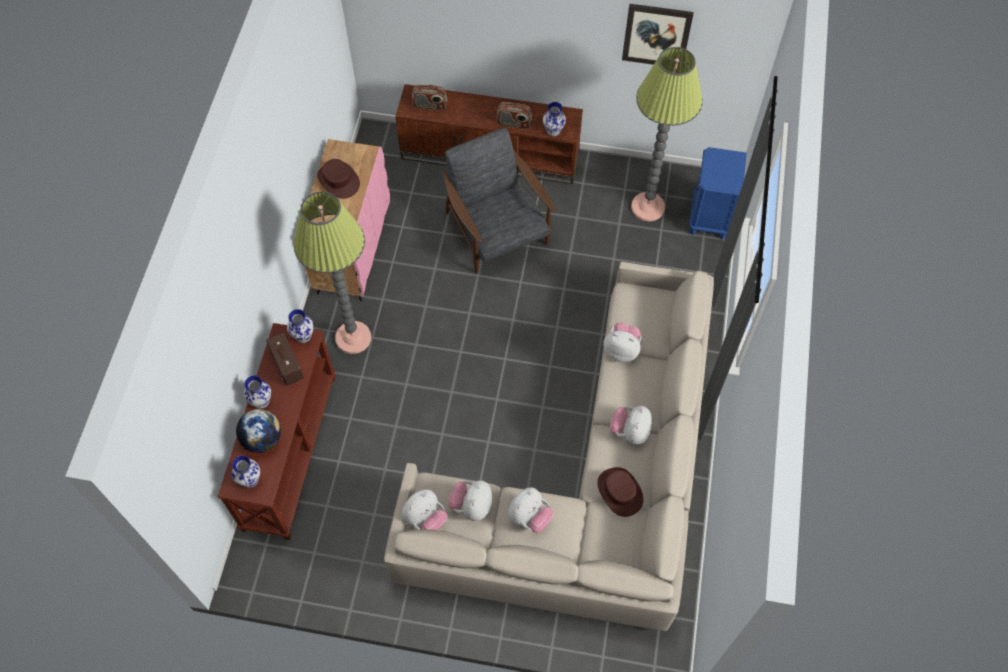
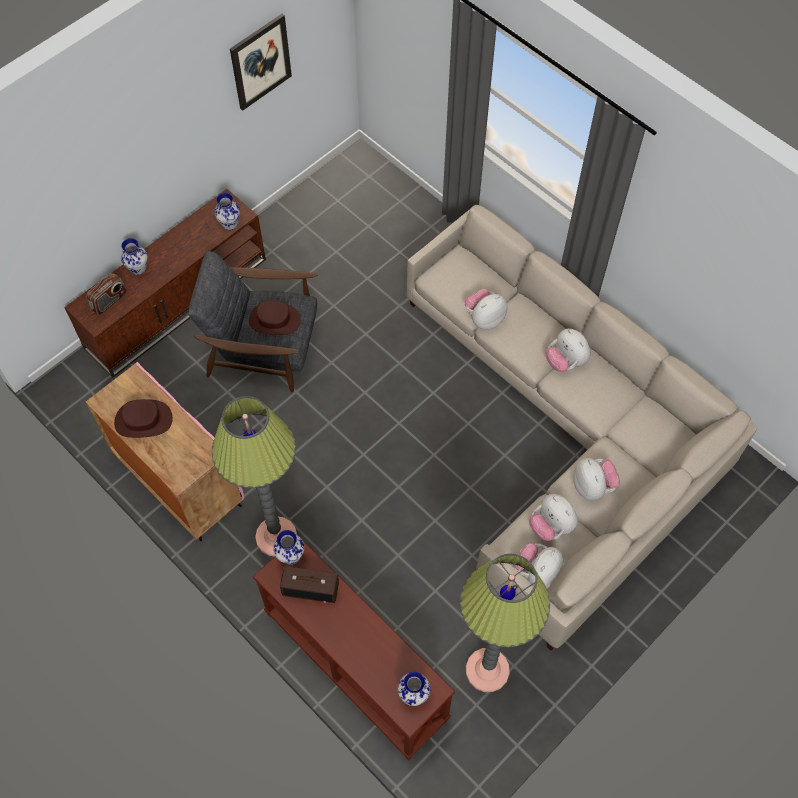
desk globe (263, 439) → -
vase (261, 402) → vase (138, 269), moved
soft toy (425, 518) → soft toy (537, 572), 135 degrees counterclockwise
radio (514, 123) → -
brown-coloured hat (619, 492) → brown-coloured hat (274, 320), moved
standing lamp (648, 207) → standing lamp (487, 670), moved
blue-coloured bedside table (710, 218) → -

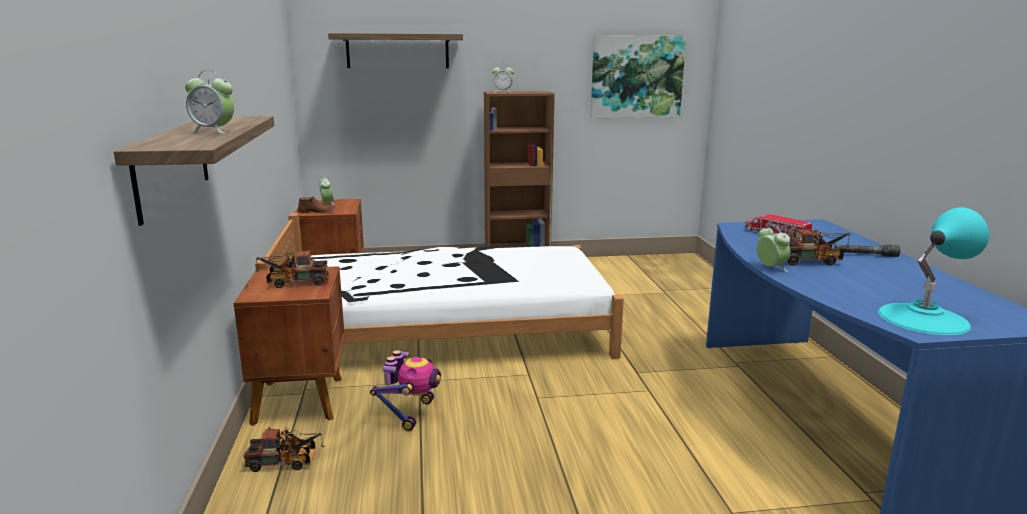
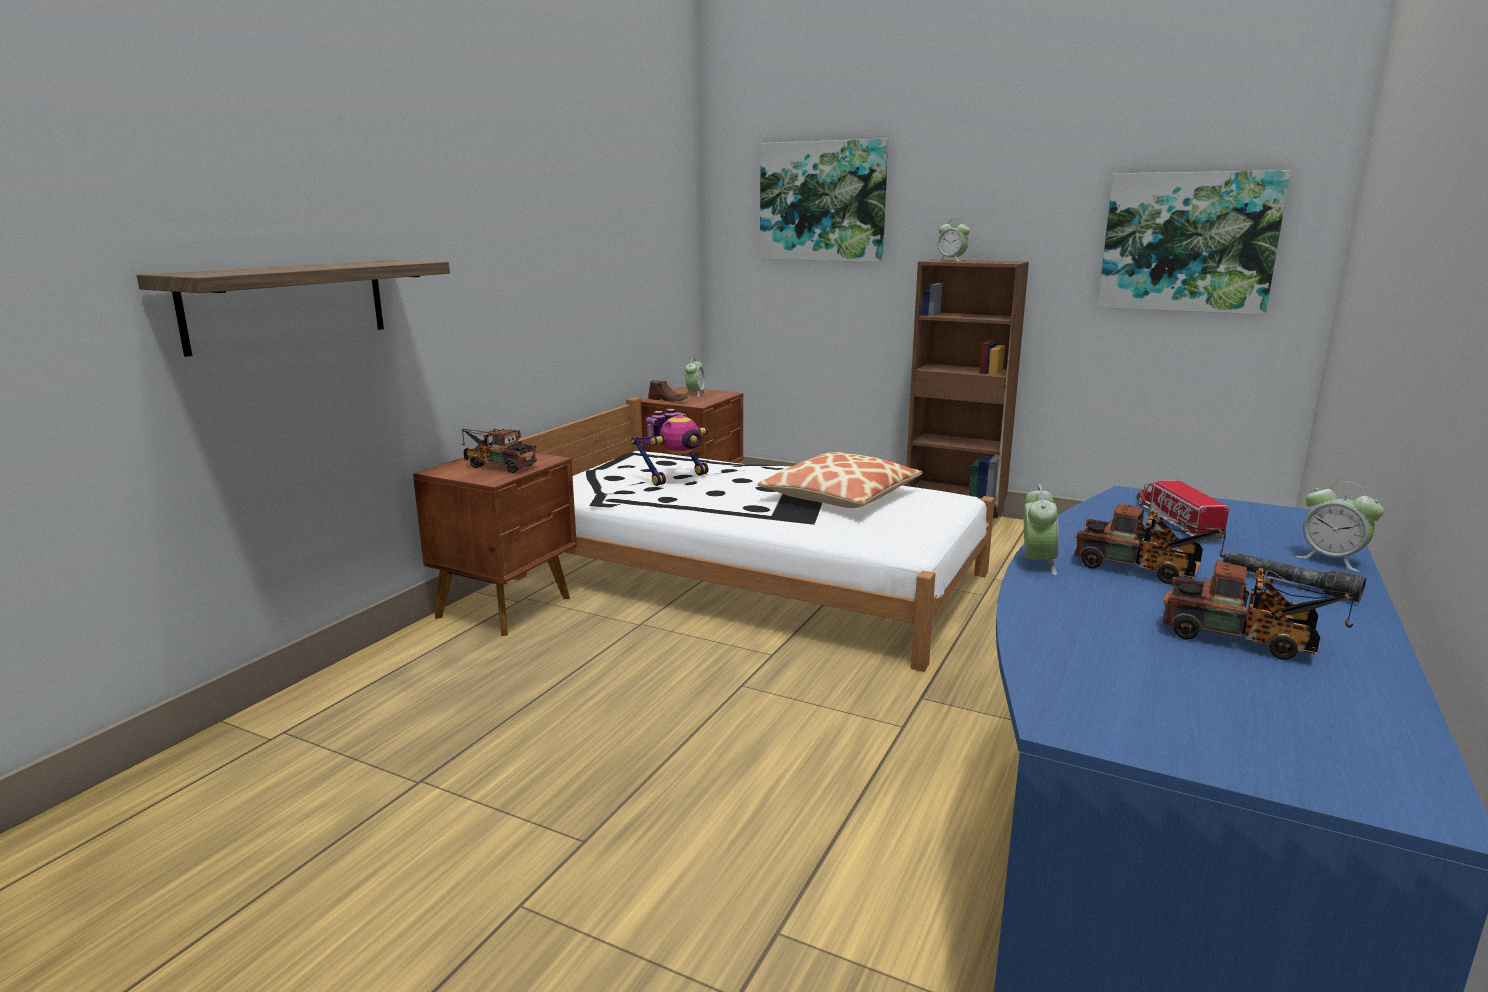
bedside clock (213, 131) → bedside clock (1331, 560), moved
model truck (286, 462) → model truck (1248, 640), moved
shelf (397, 51) → wall picture (822, 201)
toy robot (410, 413) → toy robot (675, 477), moved
turquoise table lamp (923, 318) → -
- → throw pillow (840, 496)

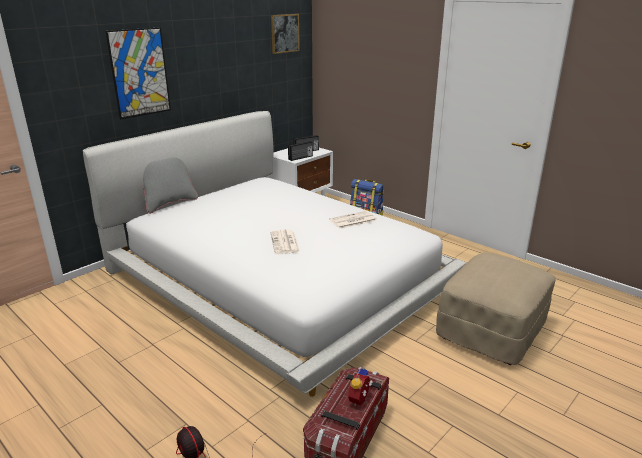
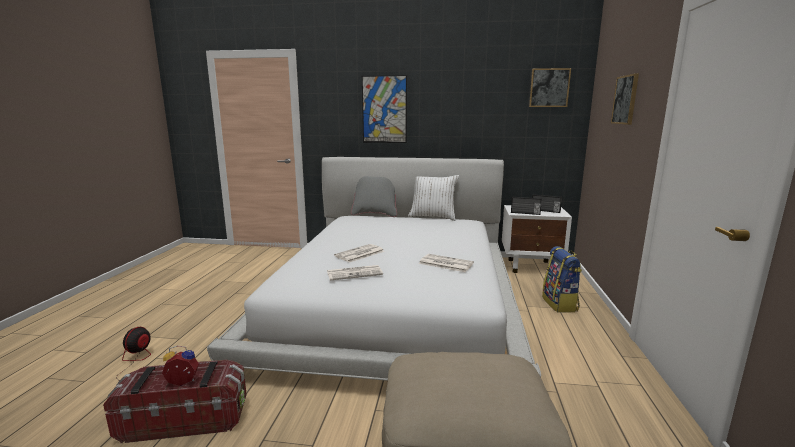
- → daily paper (355, 273)
- → white throw pillow (433, 217)
- → wall picture (625, 100)

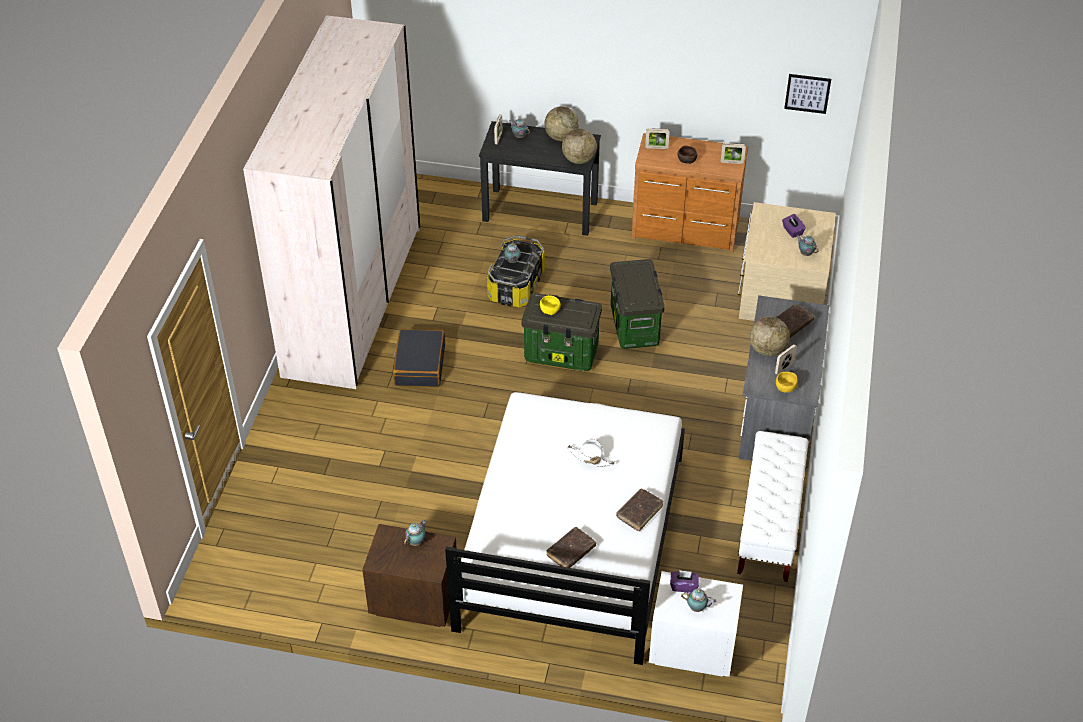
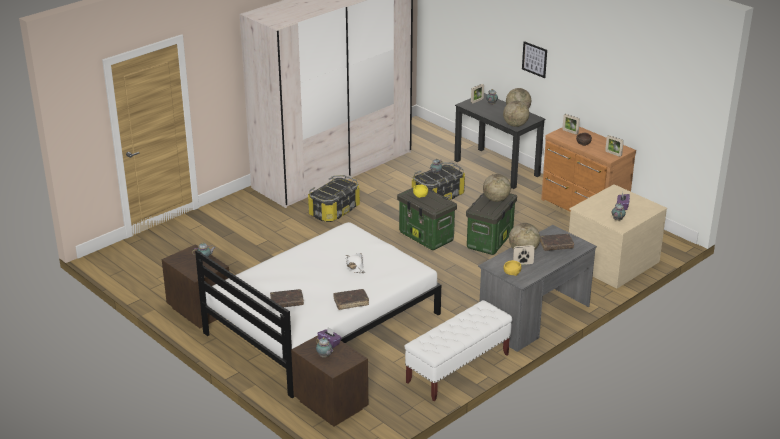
blackish suitcase (419, 365) → storage container (334, 211)
white bedside table (691, 649) → brown-coloured bedside table (331, 404)
wall picture (807, 93) → wall picture (534, 59), moved
- → desk globe (496, 199)

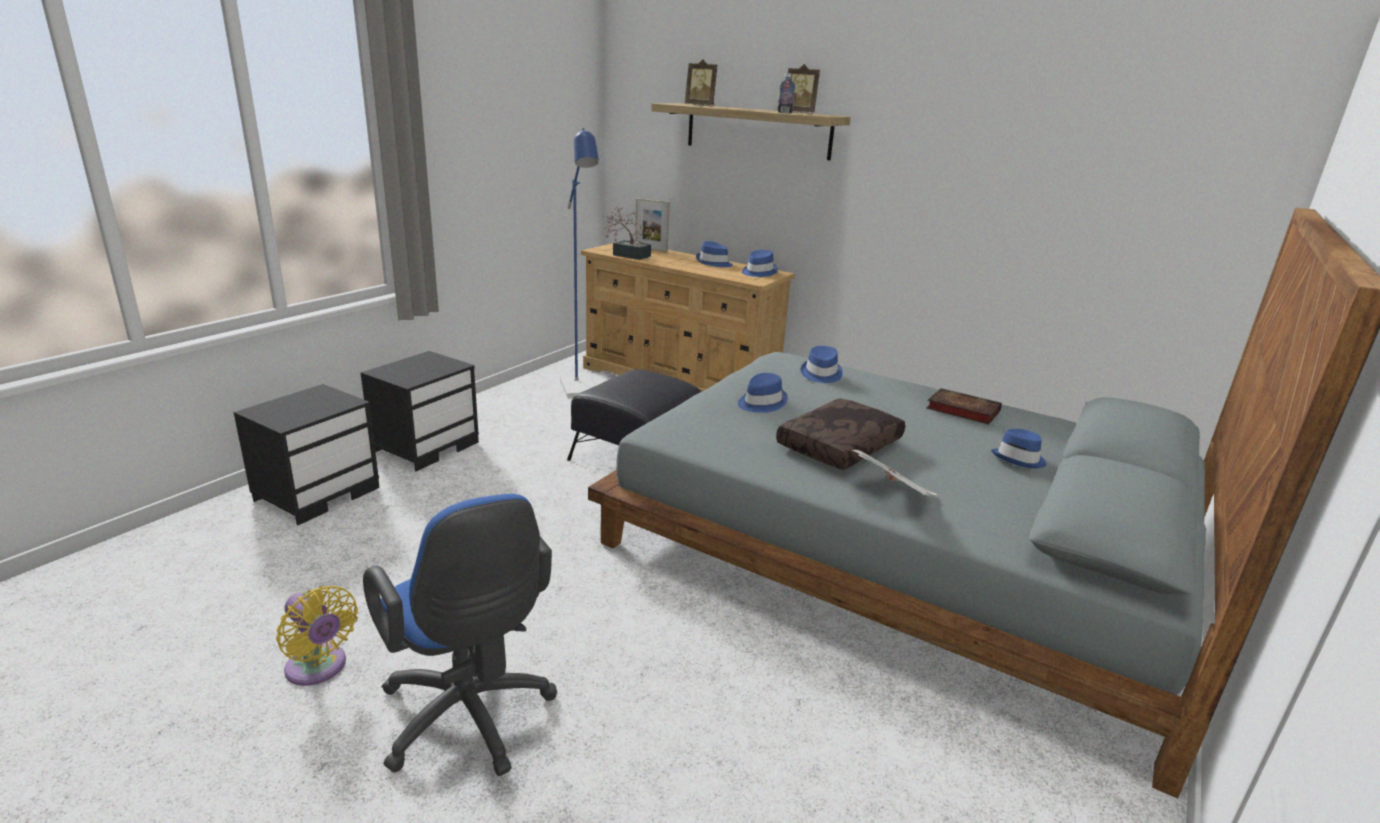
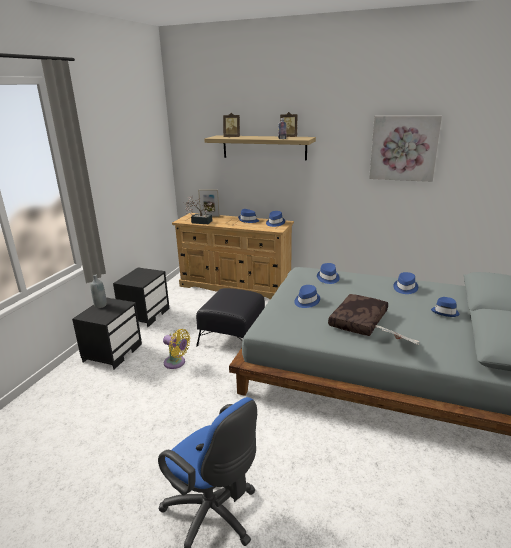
blackish bedside table (318, 493) → blackish bedside table (145, 314), moved
yellow-coloured fan (319, 668) → yellow-coloured fan (176, 363), moved
blue-coloured standing lamp (580, 391) → -
book (961, 410) → blue-coloured hat (405, 288)
- → grey bottle (100, 305)
- → wall picture (403, 148)

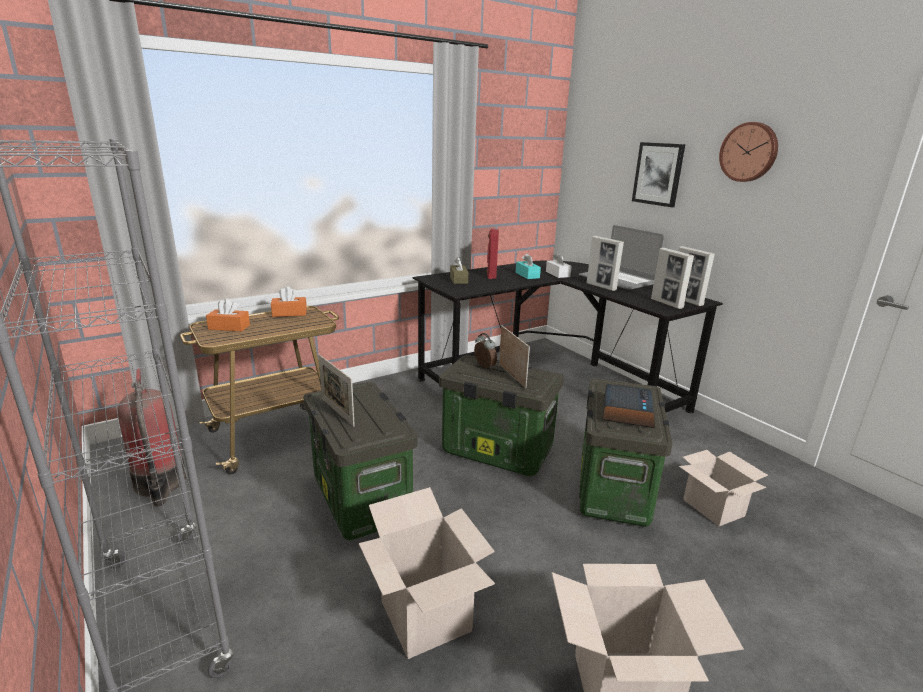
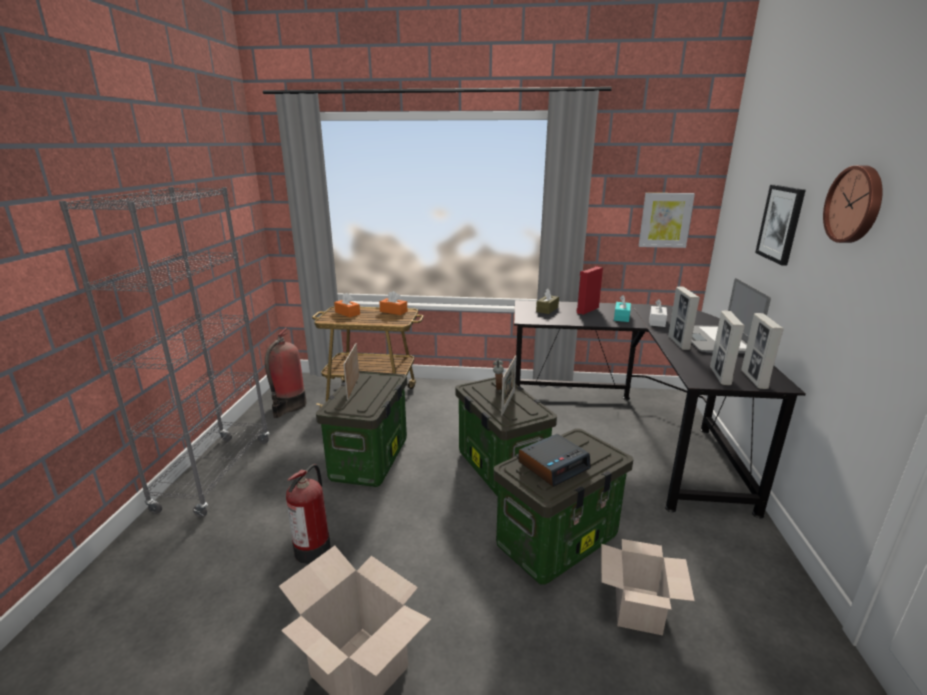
packing box (425, 616) → fire extinguisher (313, 548)
- → wall picture (665, 220)

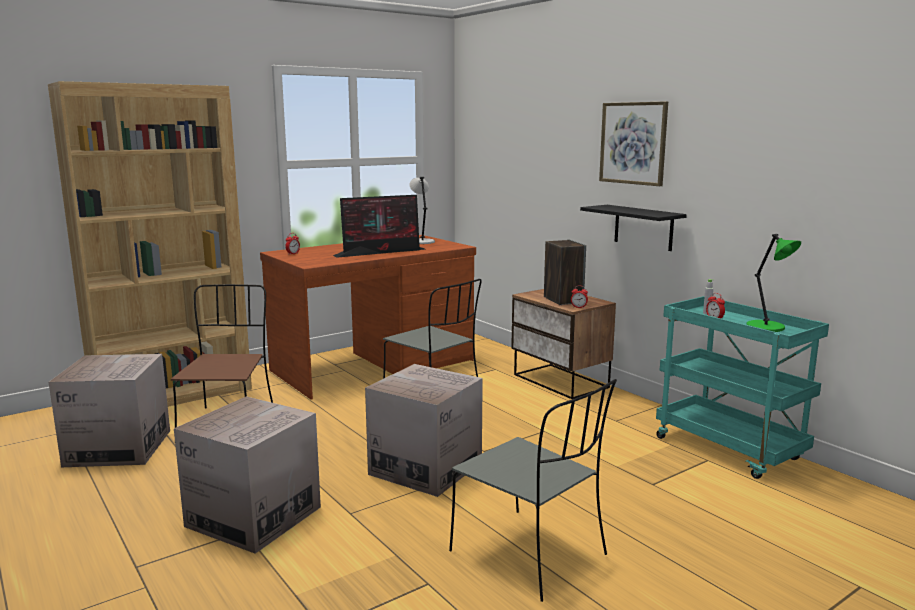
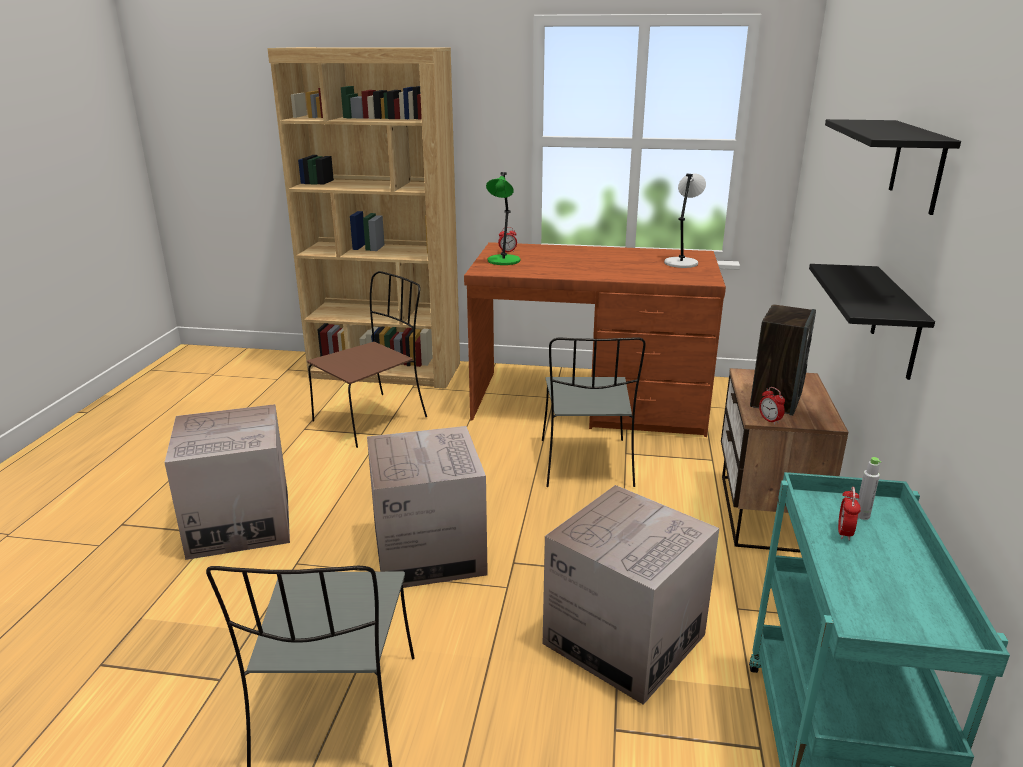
packing box (118, 448) → packing box (624, 639), moved
monitor (382, 252) → -
wall picture (633, 143) → blackish shelf (917, 166)
greenish table lamp (767, 327) → greenish table lamp (503, 261), moved

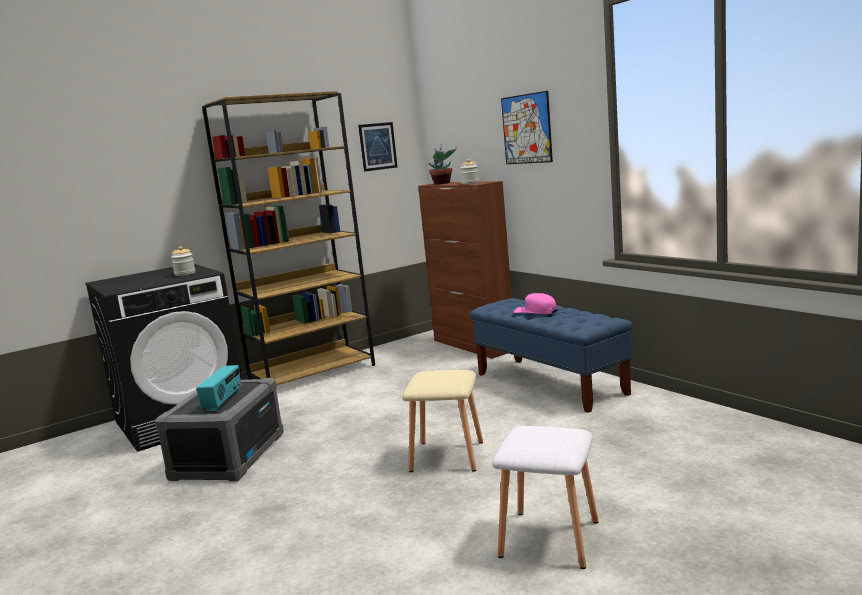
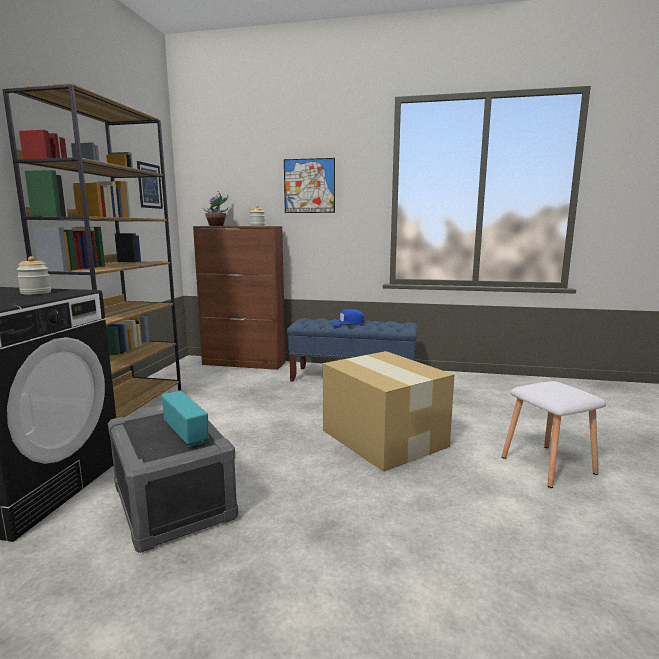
sand-coloured sitting stool (448, 456) → packing box (383, 437)
pinkish baseball cap (536, 311) → blue-coloured baseball cap (347, 323)

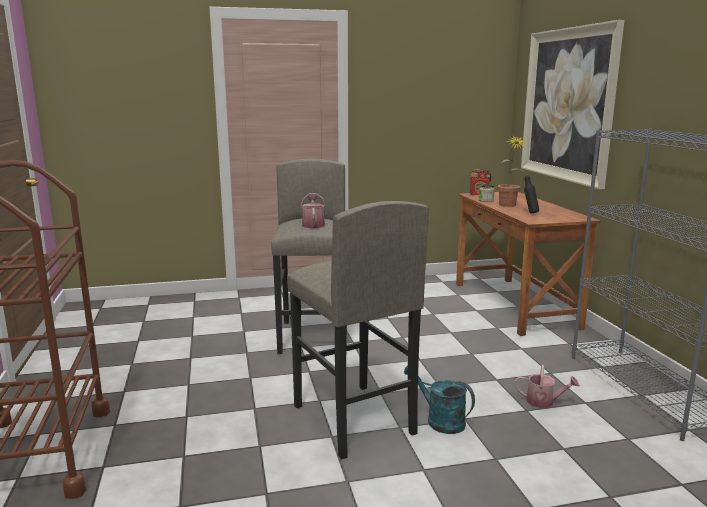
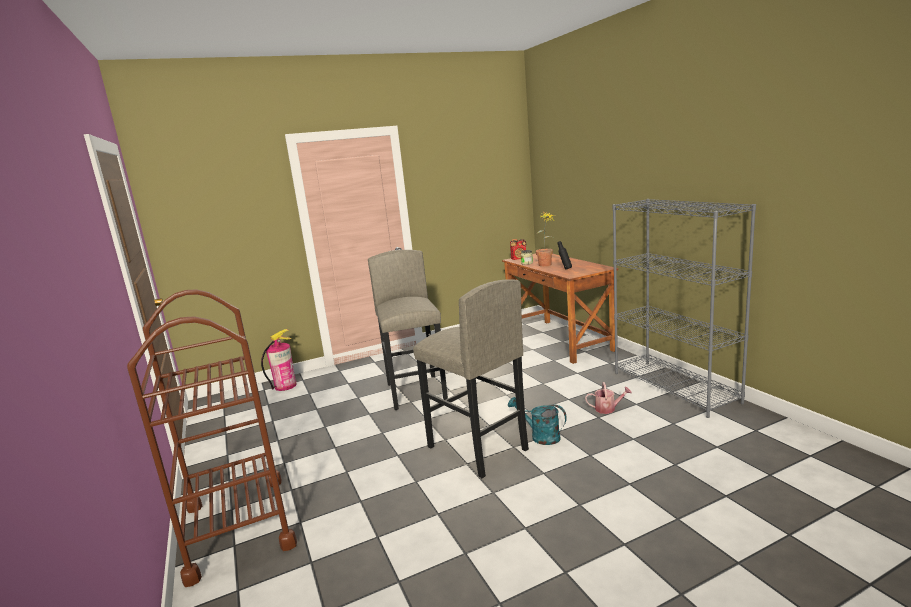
watering pot (313, 224) → -
wall picture (568, 105) → -
- → fire extinguisher (285, 386)

